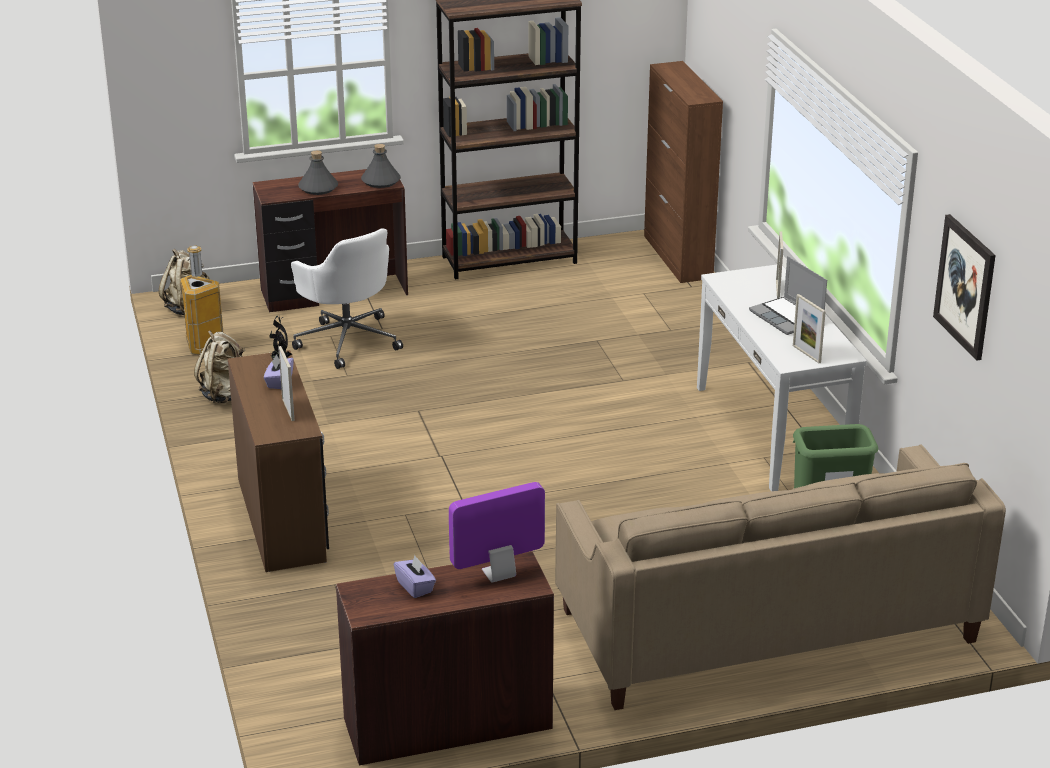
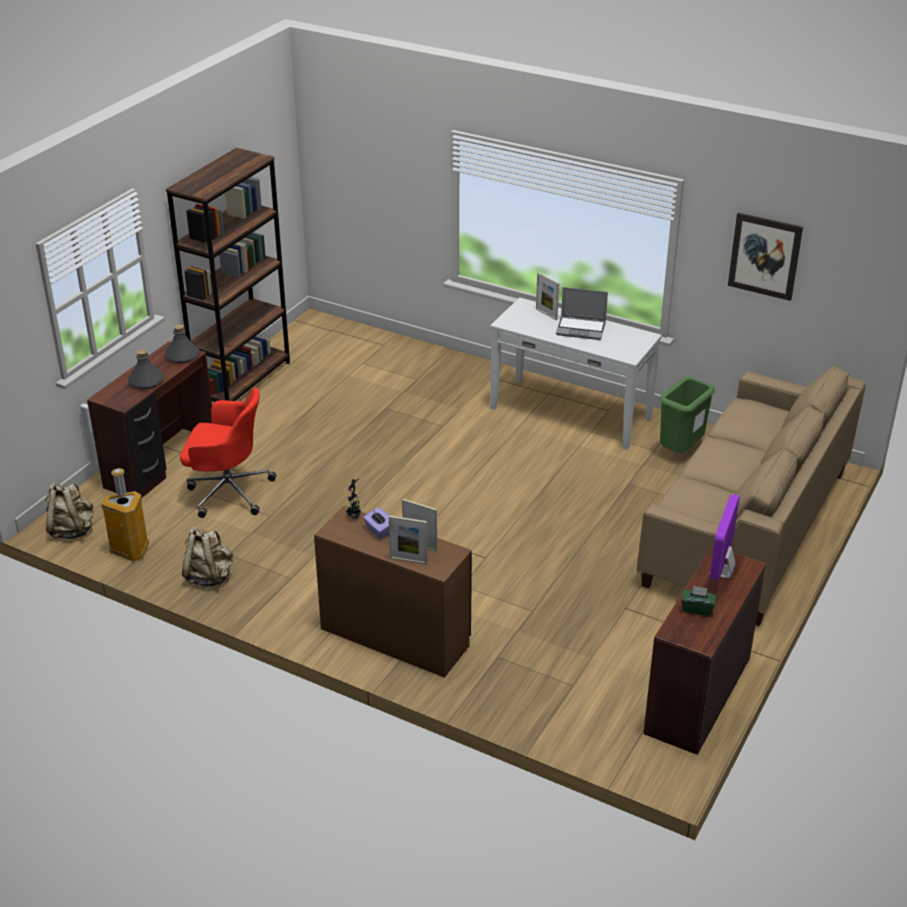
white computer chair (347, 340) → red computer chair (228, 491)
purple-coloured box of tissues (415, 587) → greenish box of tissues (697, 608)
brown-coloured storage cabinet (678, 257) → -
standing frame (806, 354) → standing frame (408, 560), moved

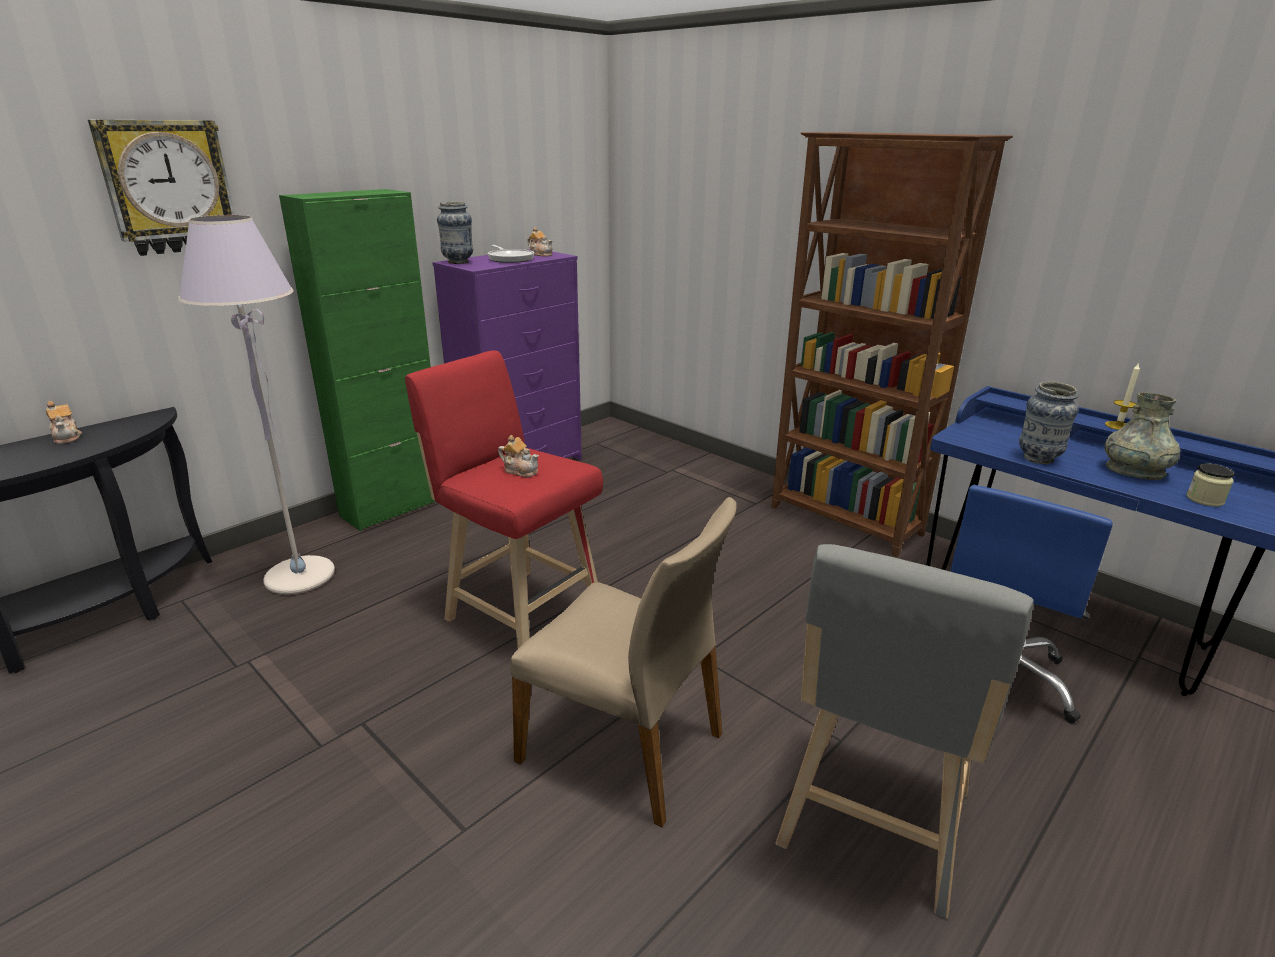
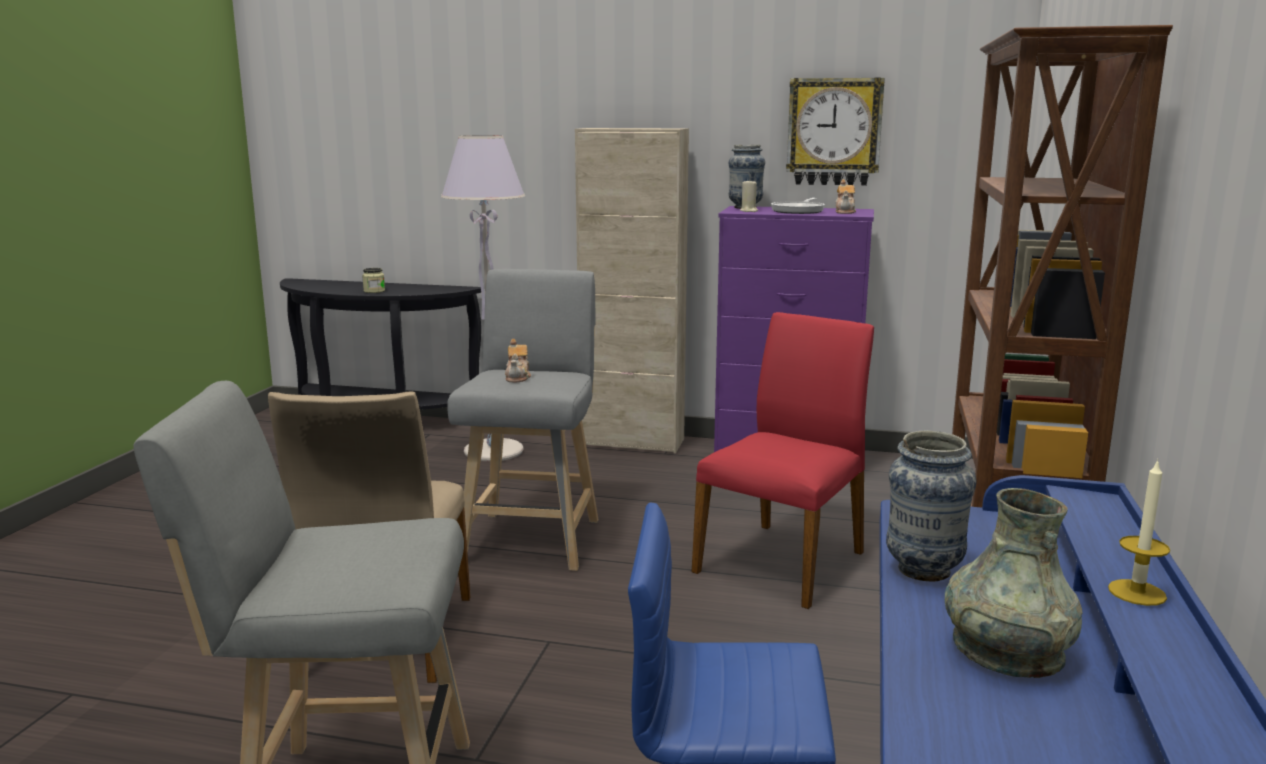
tea pot (67, 437) → -
hanging clock (168, 187) → hanging clock (834, 132), moved
greenish storage cabinet (393, 507) → sand-coloured storage cabinet (632, 442)
red sitting stool (518, 611) → grey sitting stool (533, 537)
preserve jar (1204, 499) → preserve jar (374, 291), moved
- → red plain chair (783, 561)
- → sand-coloured wax candle (749, 211)

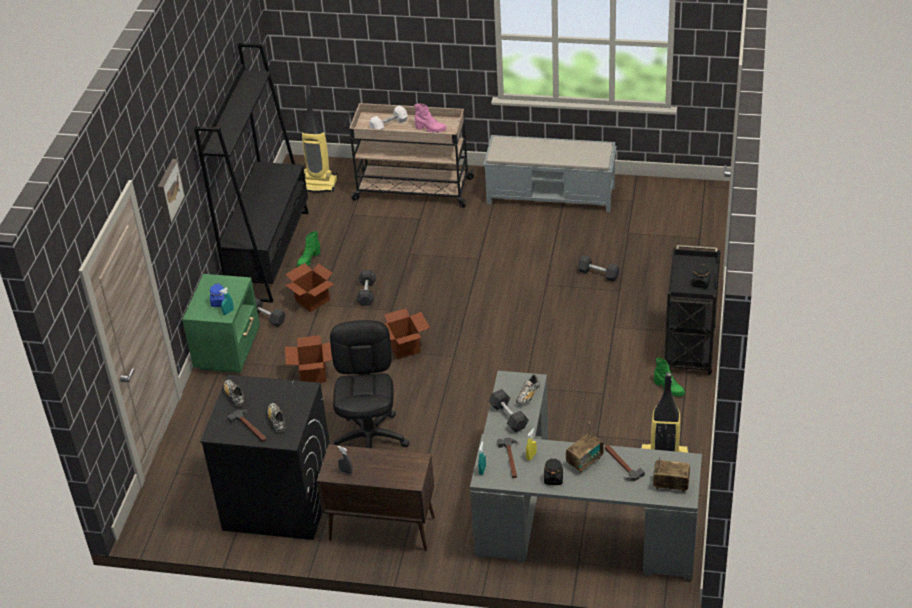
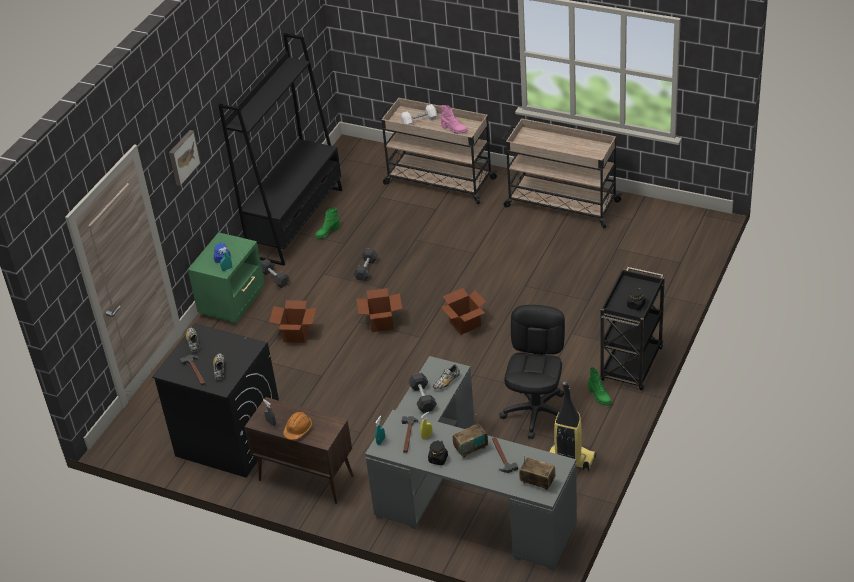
packing box (312, 300) → packing box (465, 324), moved
vacuum (317, 184) → -
blackish computer chair (370, 439) → blackish computer chair (537, 412), moved
grey long seat (551, 195) → sand-coloured cart (560, 204)
grey hand weight (598, 274) → -
- → orange-coloured safety helmet (298, 430)

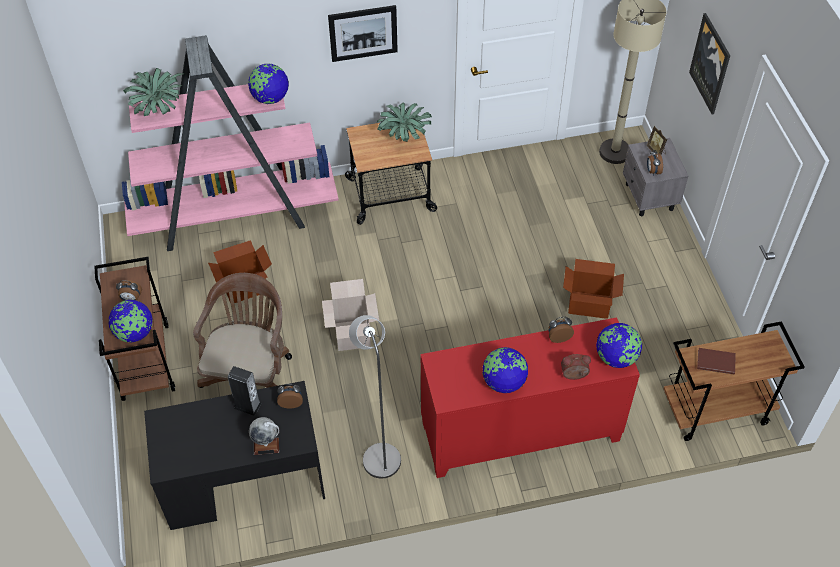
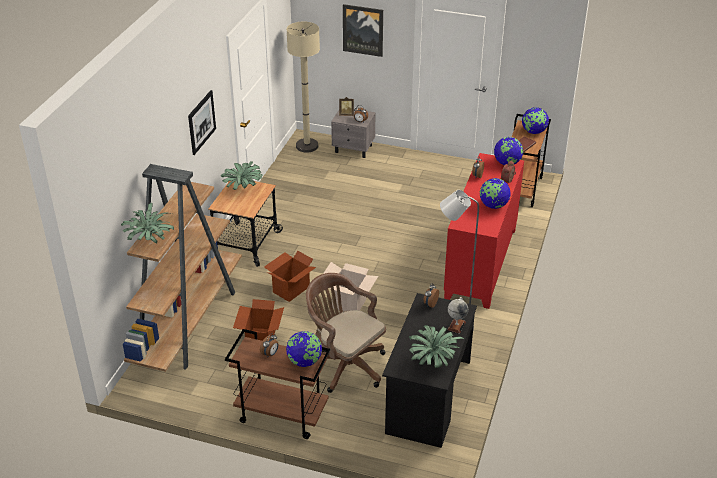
pinkish shelving unit (235, 216) → brown-coloured shelving unit (188, 322)
speaker (247, 405) → -
desk globe (270, 98) → desk globe (533, 132), moved
packing box (588, 304) → packing box (291, 289), moved
- → potted plant (433, 360)

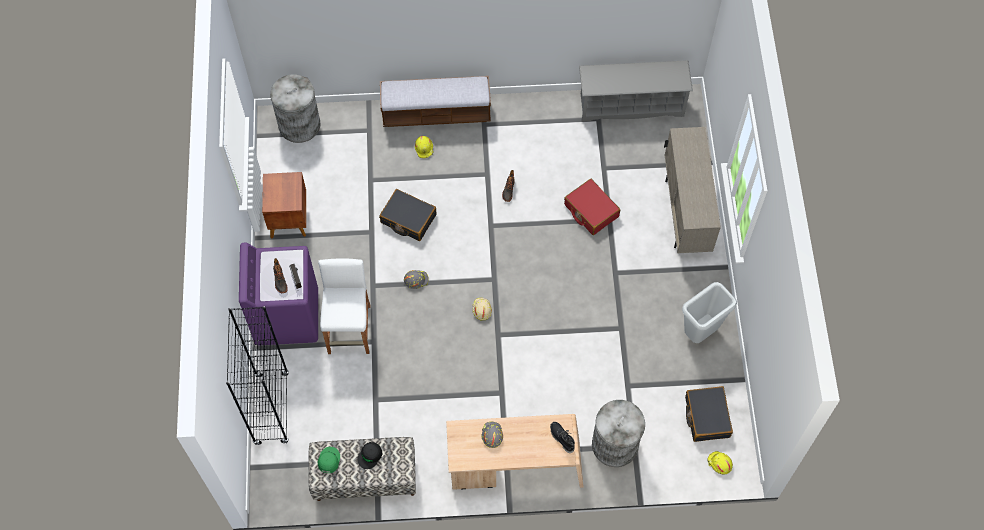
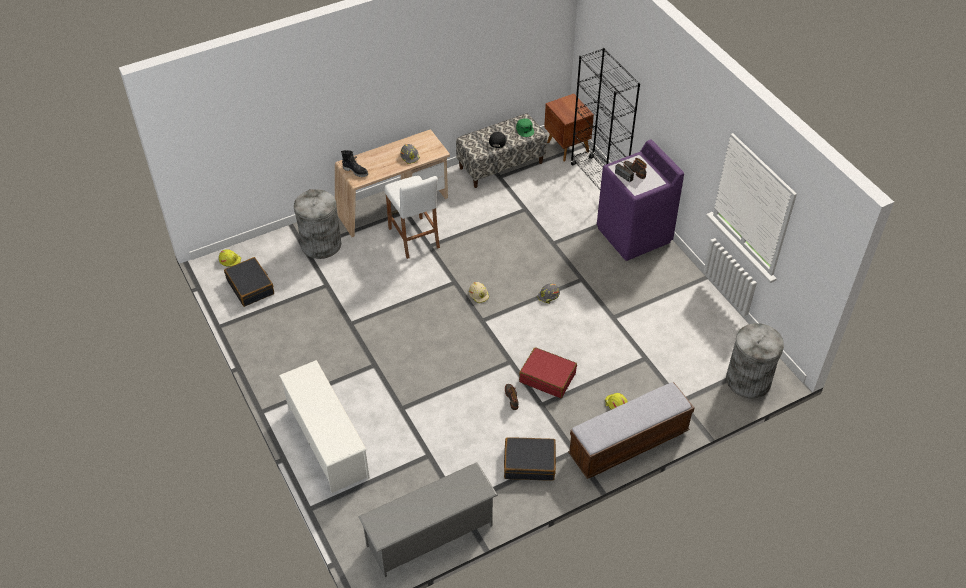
brown-coloured bedside table (289, 219) → brown-coloured bedside table (567, 147), moved
white sitting stool (350, 329) → white sitting stool (413, 237), moved
blackish suitcase (408, 219) → blackish suitcase (529, 463), moved
red suitcase (591, 211) → red suitcase (547, 377), moved
sand-coloured storage cabinet (685, 213) → white shoe rack (327, 442)
grey waste bin (700, 333) → -

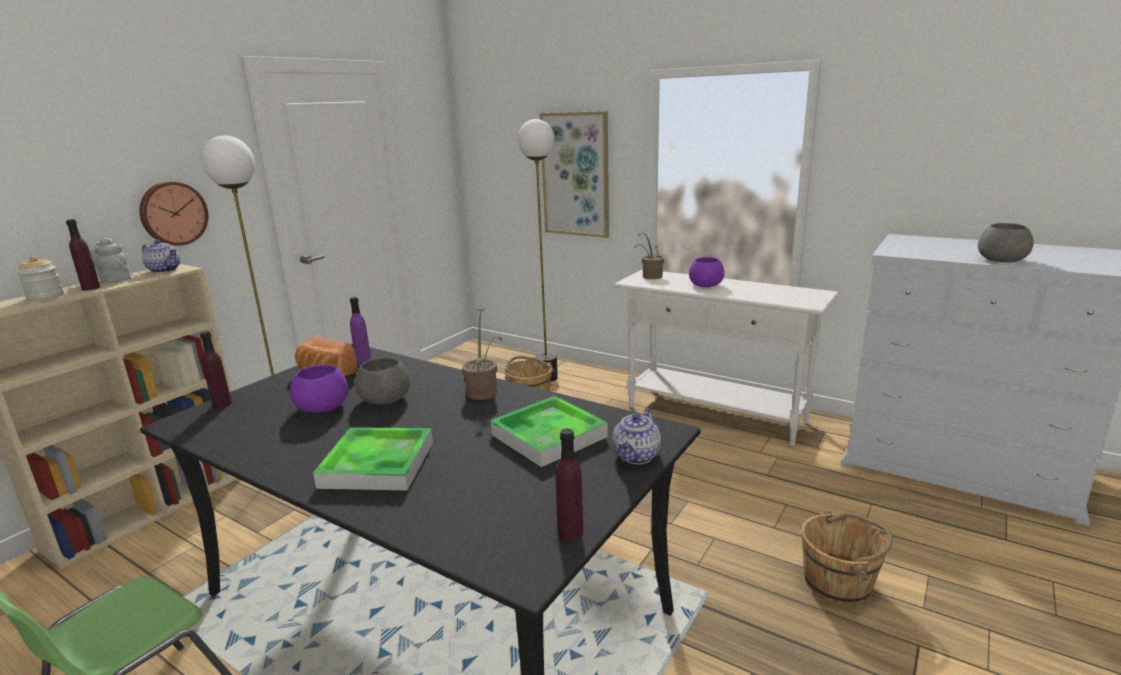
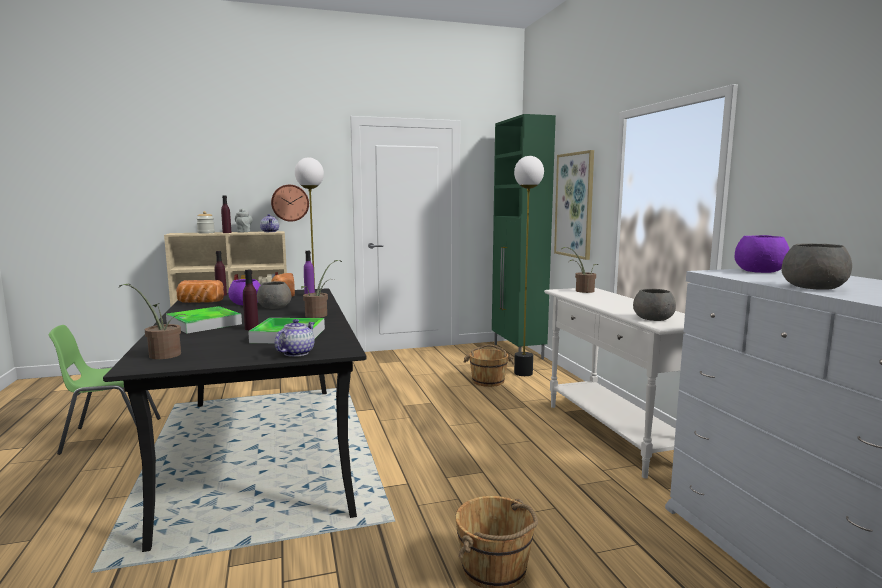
purple-coloured bottle (570, 532) → purple-coloured bottle (251, 328), moved
tea pot (637, 456) → tea pot (296, 353), 135 degrees clockwise
purple-coloured serving bowl (705, 285) → purple-coloured serving bowl (759, 271), moved
- → potted plant (162, 354)
- → bread (199, 303)
- → greenish storage cabinet (517, 351)
- → grey serving bowl (654, 319)

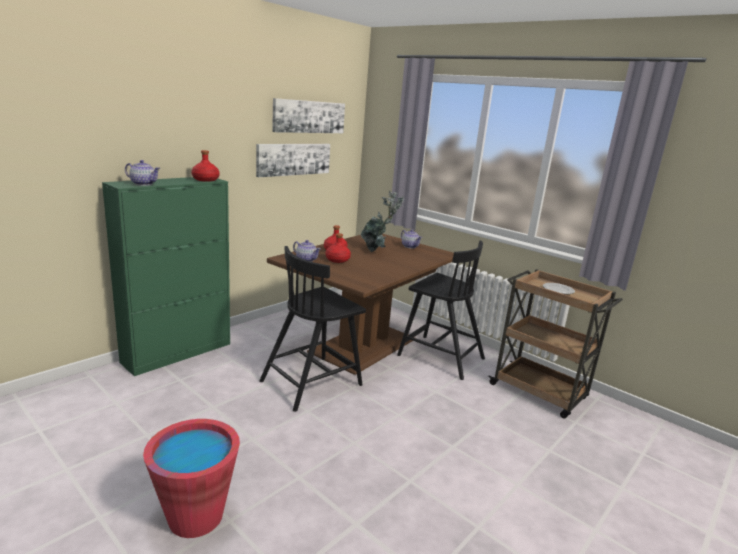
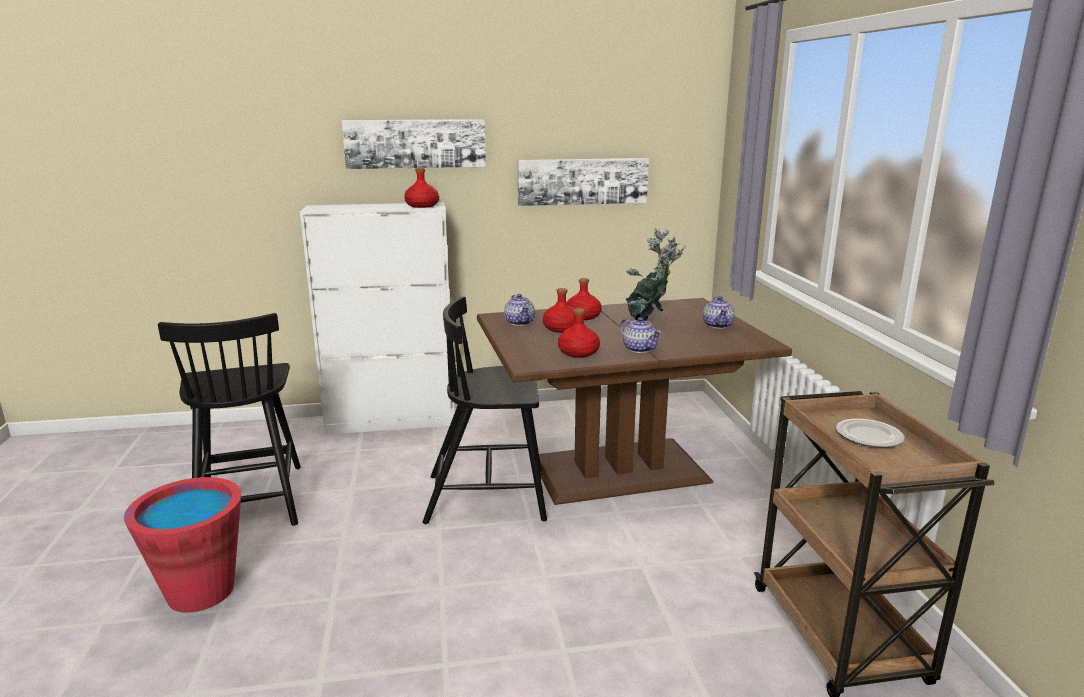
greenish storage cabinet (178, 353) → white storage cabinet (392, 421)
tea pot (143, 184) → tea pot (639, 349), moved
wall picture (309, 116) → wall picture (415, 143), moved
blackish plain chair (439, 356) → blackish plain chair (250, 499), moved
- → red bottle (579, 353)

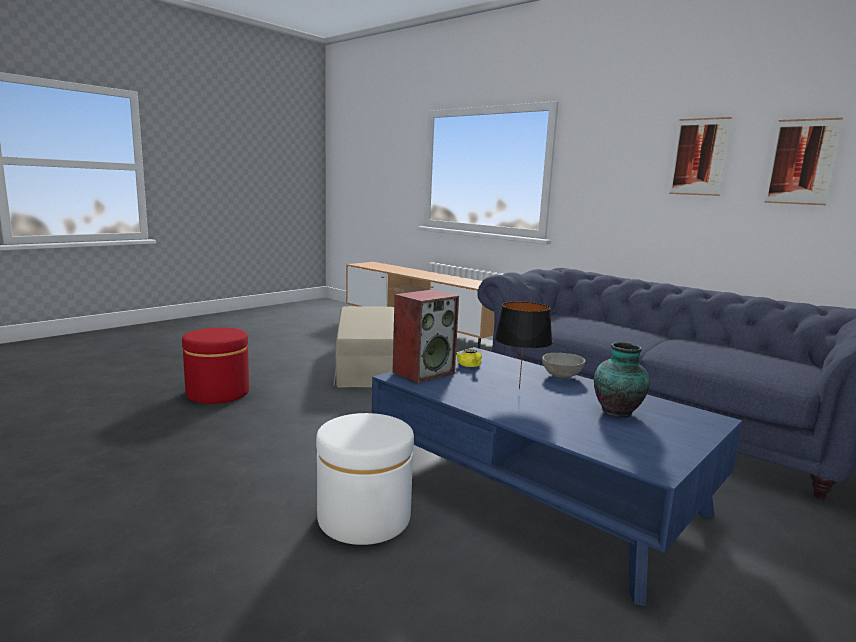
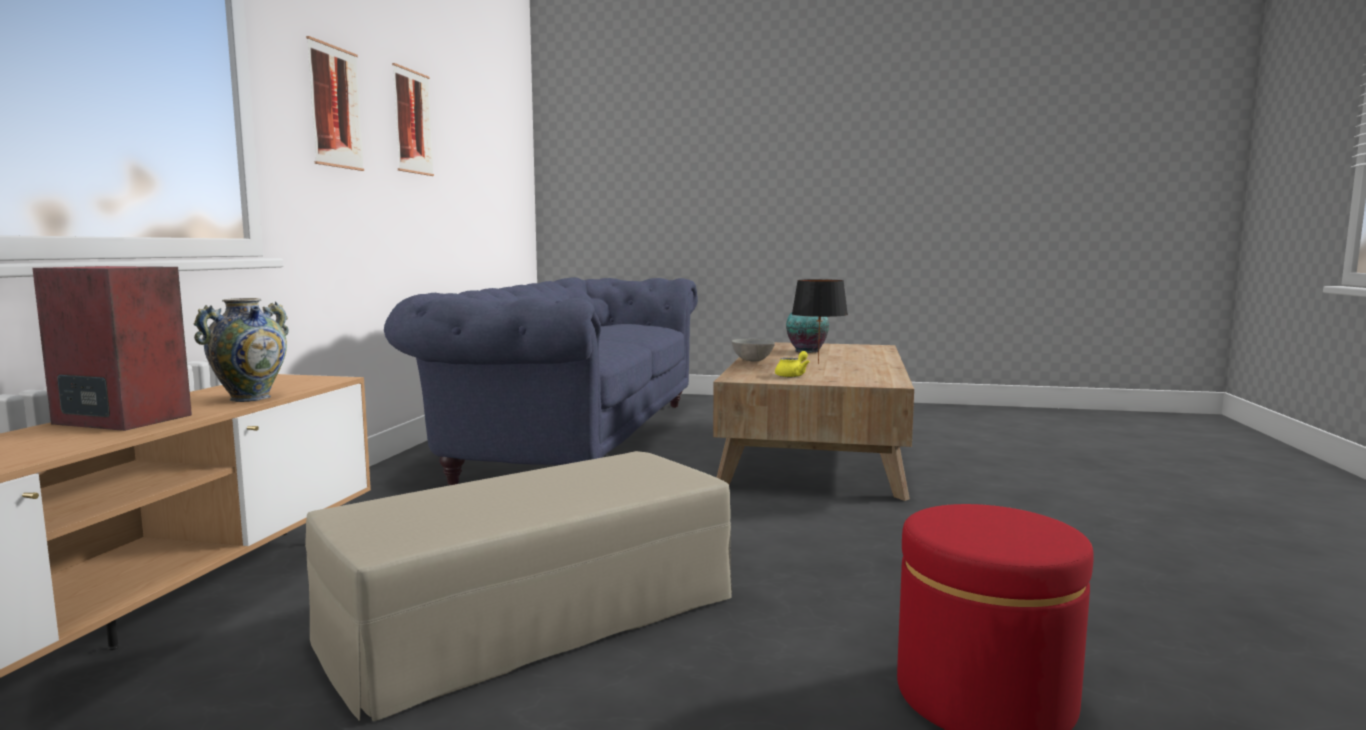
white footrest (364, 518) → -
blue-coloured low table (536, 491) → brown-coloured low table (816, 453)
speaker (423, 372) → speaker (120, 419), moved
wall picture (802, 162) → wall picture (335, 107), moved
- → vase (250, 398)

